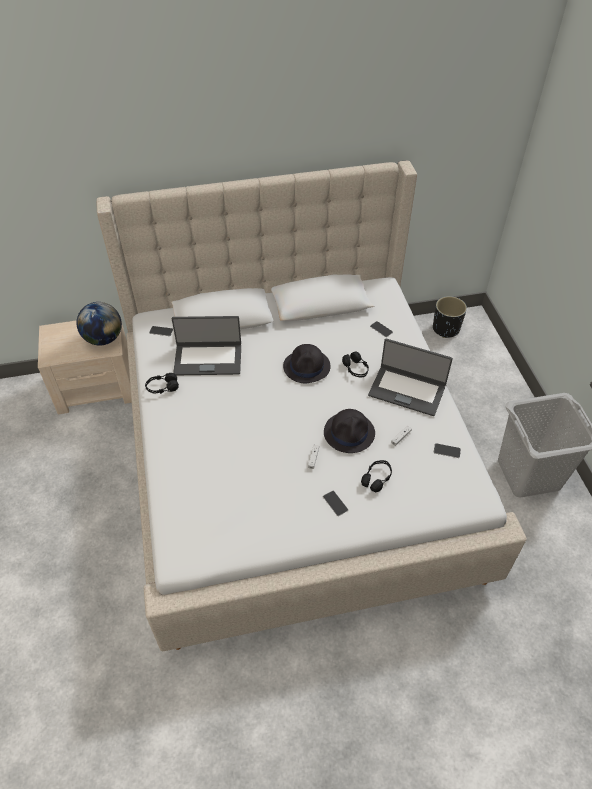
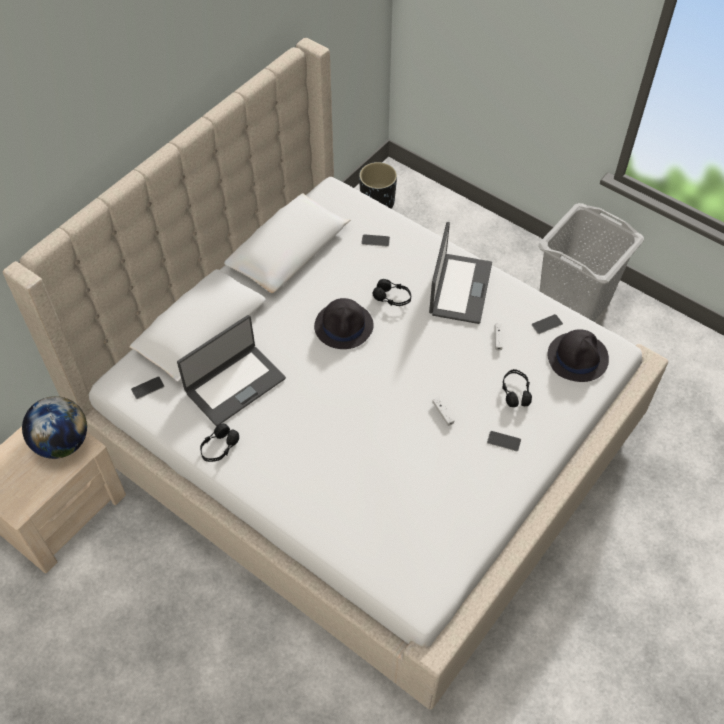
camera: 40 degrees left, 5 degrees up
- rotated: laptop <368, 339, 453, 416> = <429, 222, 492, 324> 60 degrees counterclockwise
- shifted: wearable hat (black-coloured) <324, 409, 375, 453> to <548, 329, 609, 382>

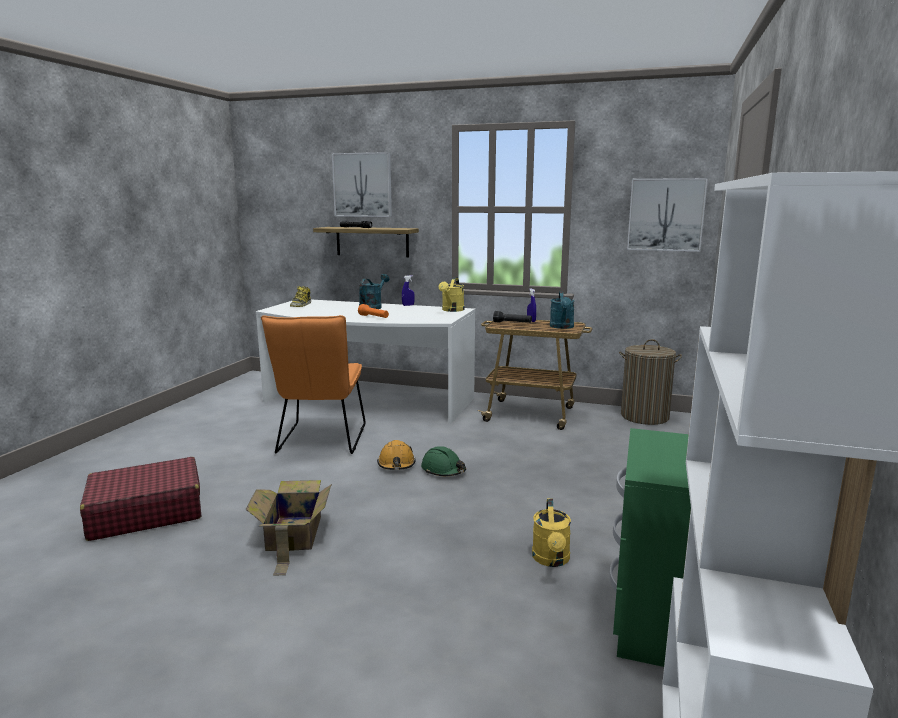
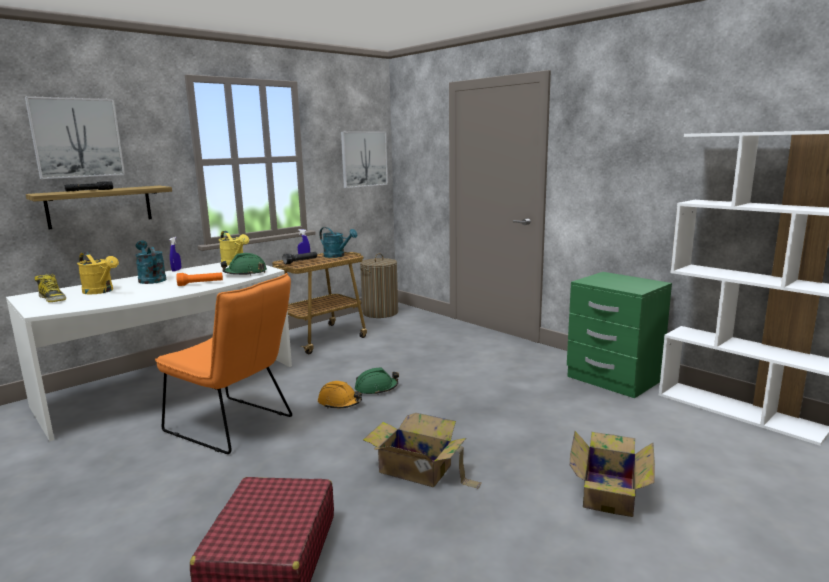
camera: 60 degrees left, 0 degrees up
- shifted: sprinkling can (yellow-coloured) <532, 498, 571, 567> to <77, 252, 119, 294>
- new: hard hat (greenish) <220, 253, 267, 275>
- new: cardboard box <570, 431, 655, 517>

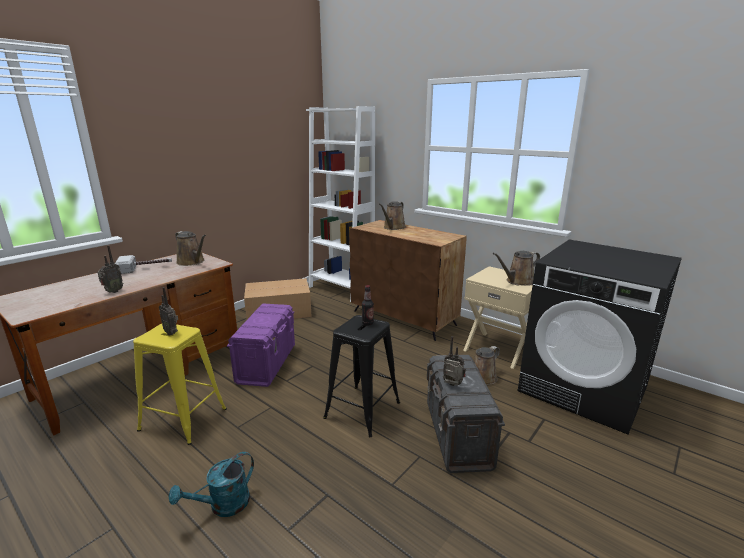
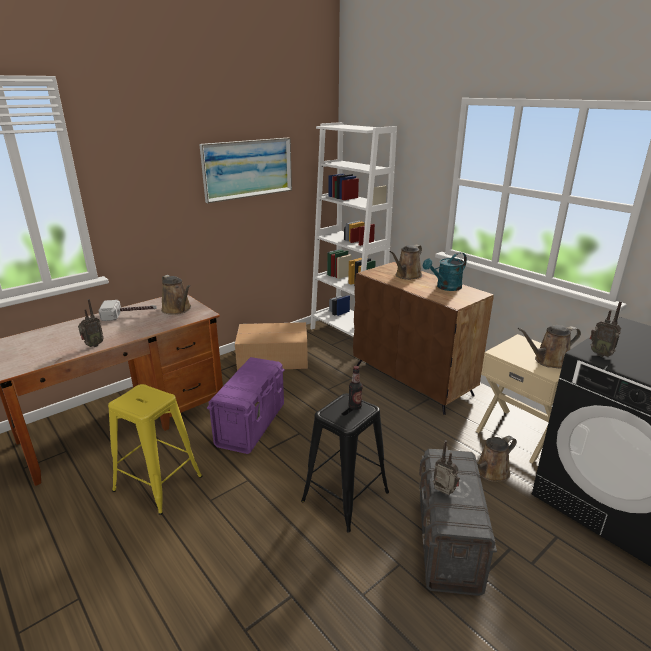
camera: 10 degrees right, 5 degrees up
- shifted: radio receiver <159, 287, 178, 336> to <589, 301, 622, 357>
- shifted: sprinkling can (blue-green) <169, 452, 254, 517> to <423, 252, 467, 291>
- new: picture <199, 138, 292, 203>

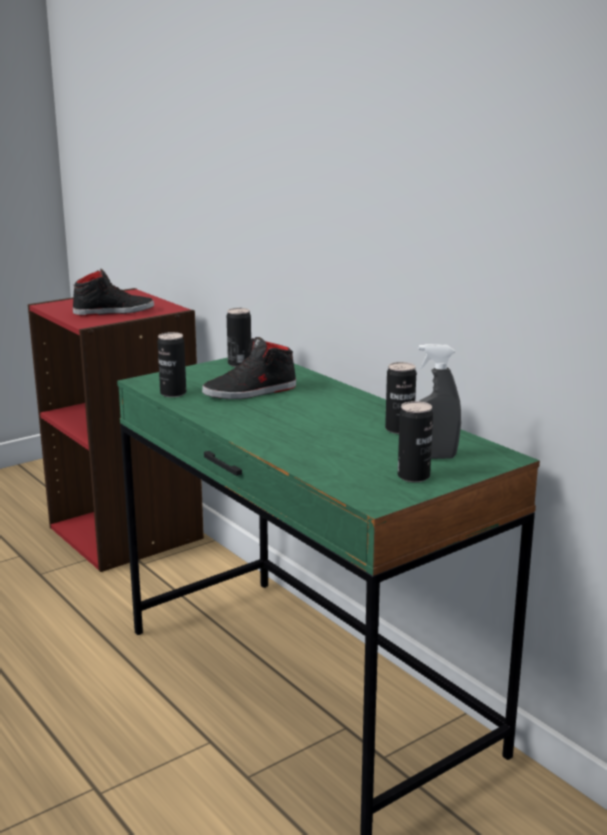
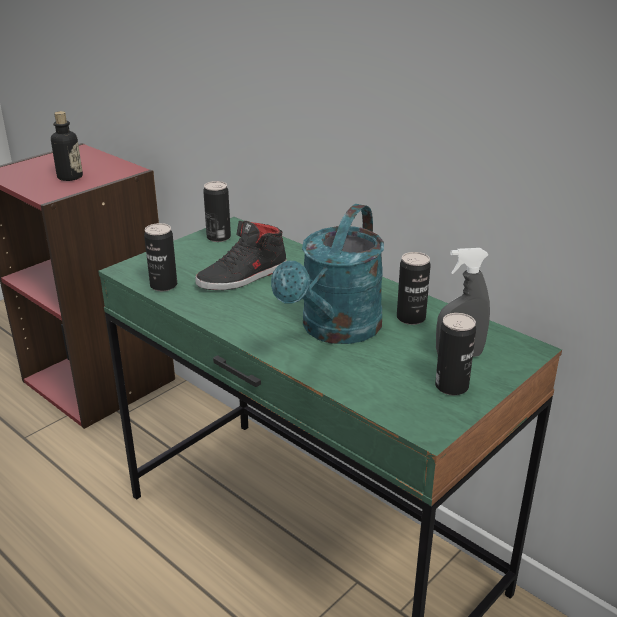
camera: 10 degrees left, 10 degrees up
- swapped: shoe (black-coloured) <73, 269, 154, 316> to beverage bottle <51, 111, 83, 181>
- new: sprinkling can (blue-green) <271, 204, 384, 344>

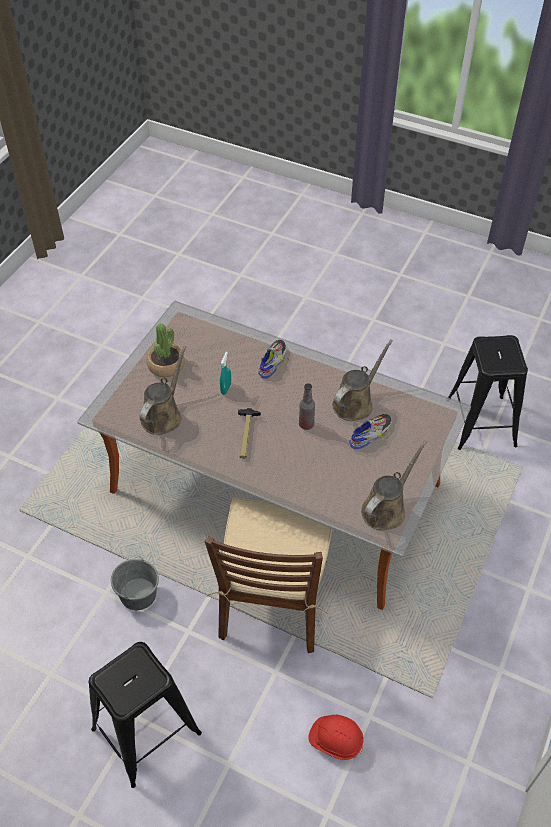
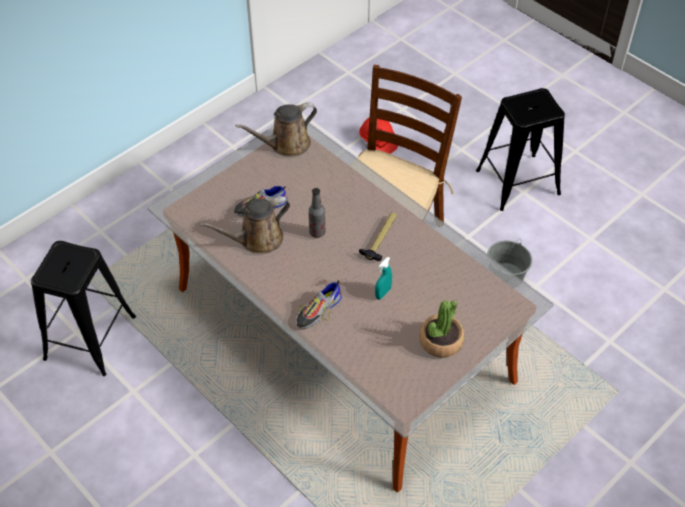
camera: 160 degrees left, 0 degrees up
- gone: sprinkling can (brown) <139, 346, 186, 435>

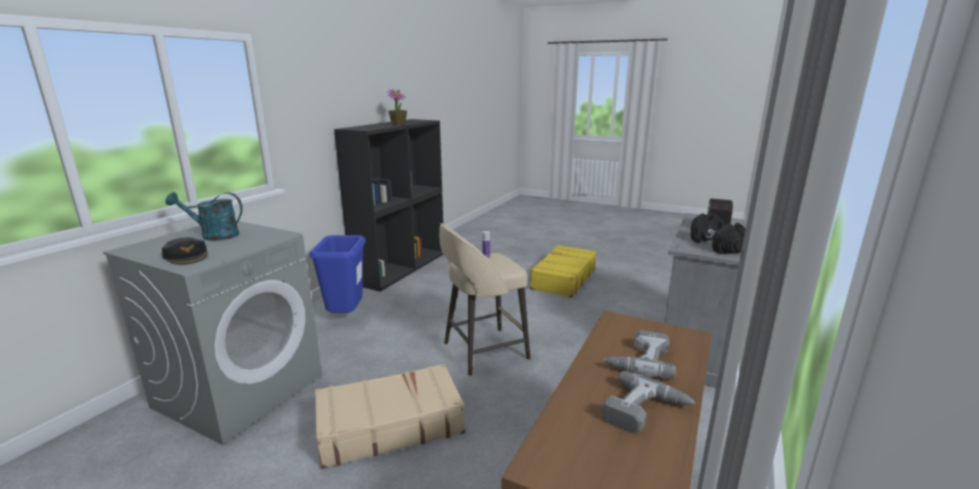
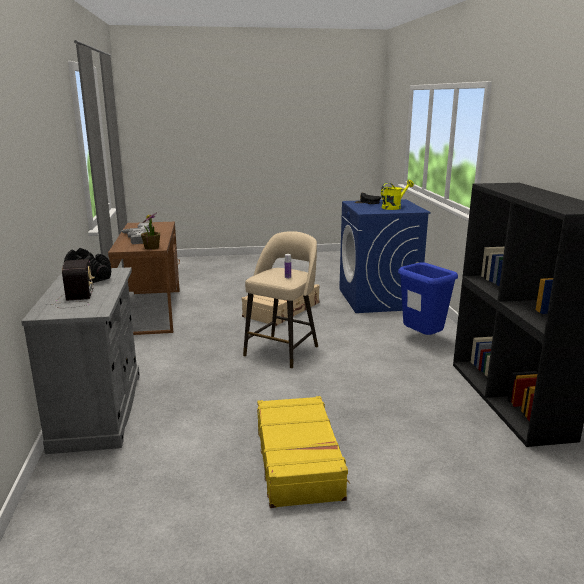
camera: 145 degrees right, 0 degrees up
- shifted: potted plant <387, 89, 407, 125> to <141, 213, 160, 250>
- repainted: sprinkling can (blue-green) <166, 192, 243, 241> to sprinkling can (yellow-coloured) <381, 180, 414, 210>
- repainted: laundry machine (gray) <103, 221, 322, 445> to laundry machine (bluish) <339, 199, 431, 313>

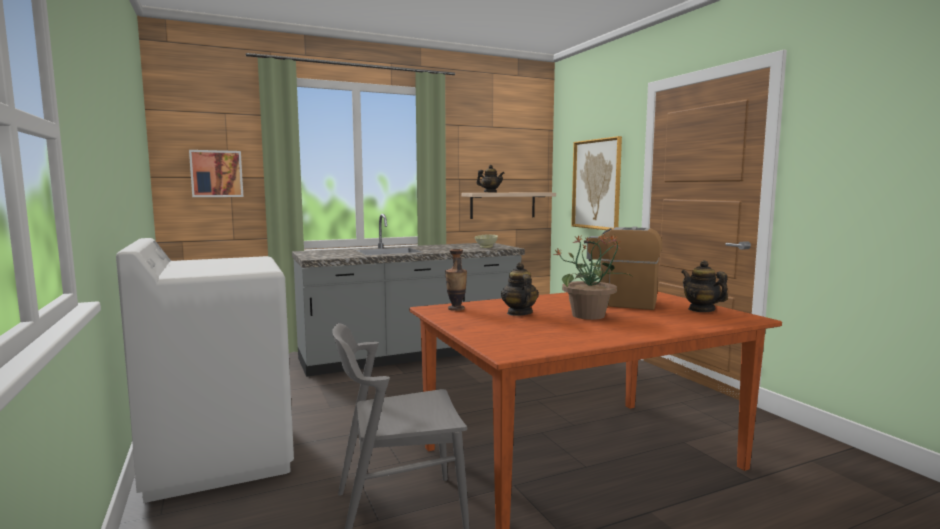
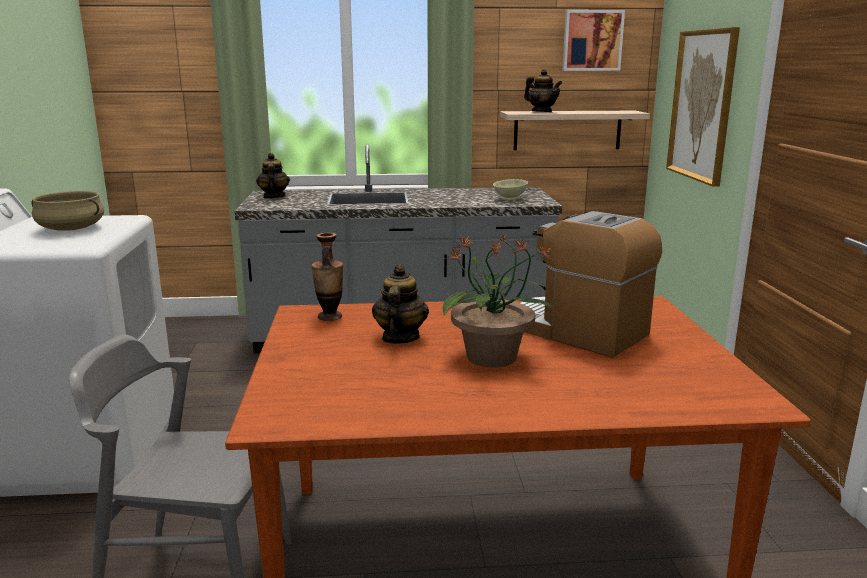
camera: 20 degrees right, 10 degrees up
- shifted: picture <189, 150, 243, 197> to <562, 10, 625, 71>
- shifted: tea pot <681, 260, 728, 312> to <256, 153, 290, 198>
- new: cooking pot (beige-coloured) <31, 191, 104, 231>

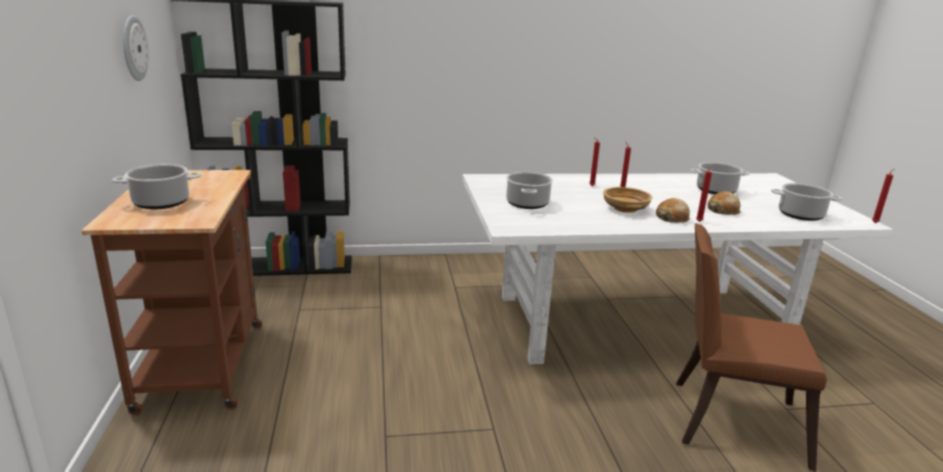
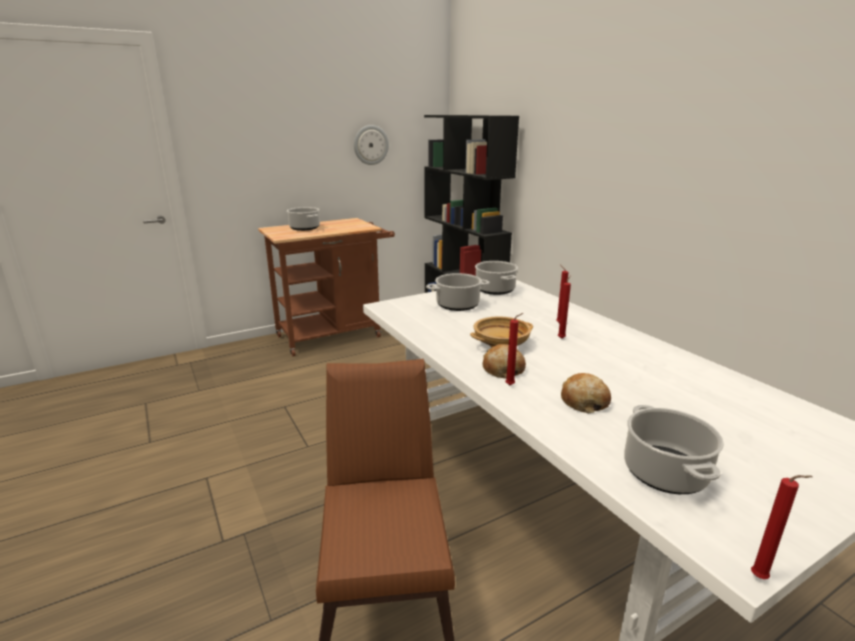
camera: 70 degrees right, 0 degrees up
- shifted: cooking pot <690, 162, 750, 195> to <475, 261, 518, 295>

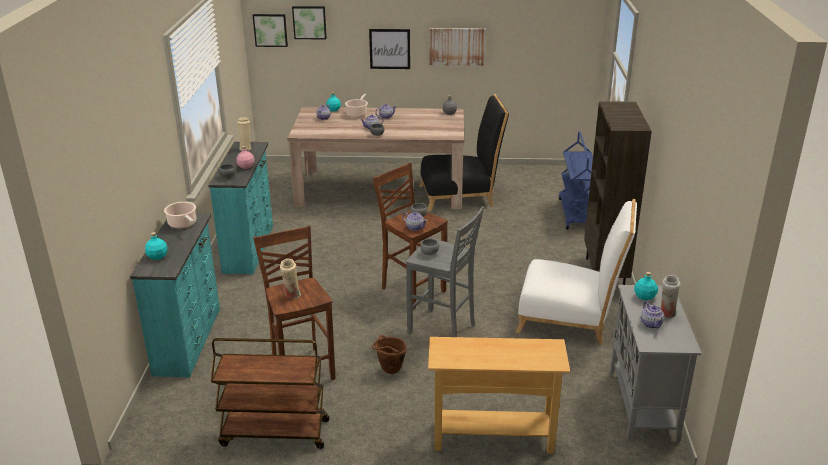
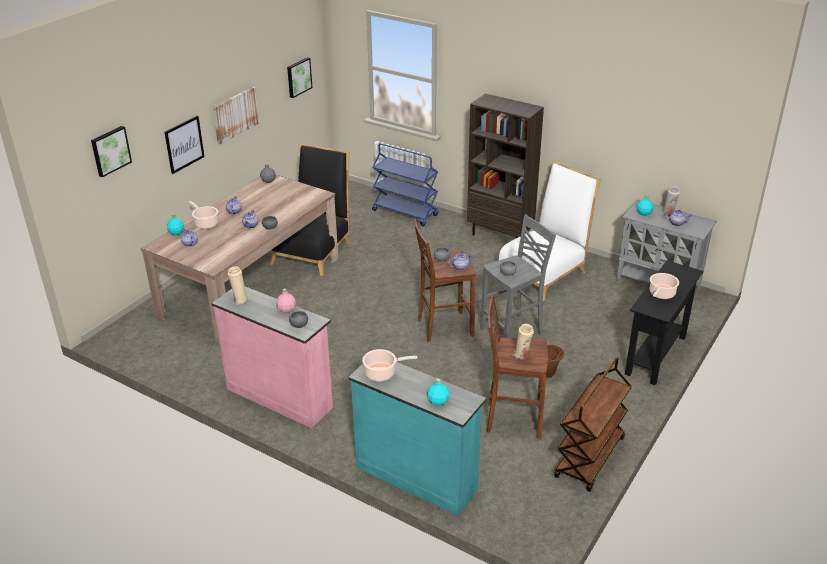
camera: 60 degrees left, 5 degrees up
- shifted: picture <253, 14, 288, 47> to <287, 57, 312, 98>
- repainted: chest of drawers (blue-green) <208, 142, 273, 274> to chest of drawers (pinkish) <211, 287, 333, 428>
- repainted: narrow table (beige-coloured) <428, 337, 570, 454> to narrow table (black-coloured) <625, 260, 703, 385>
- new: cooking pot <650, 273, 679, 299>

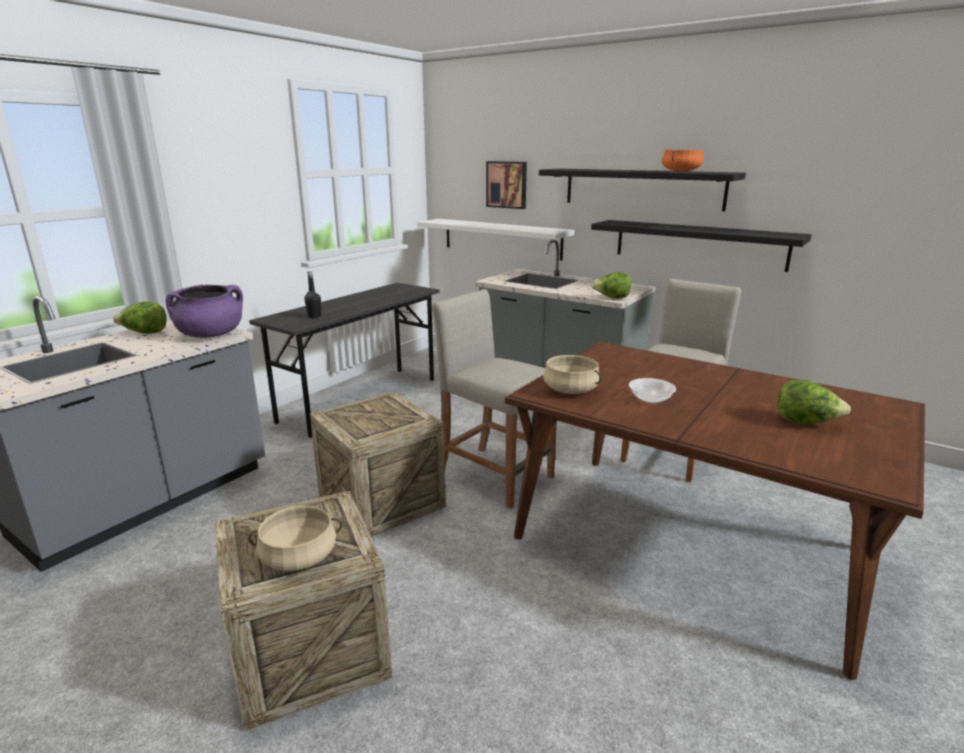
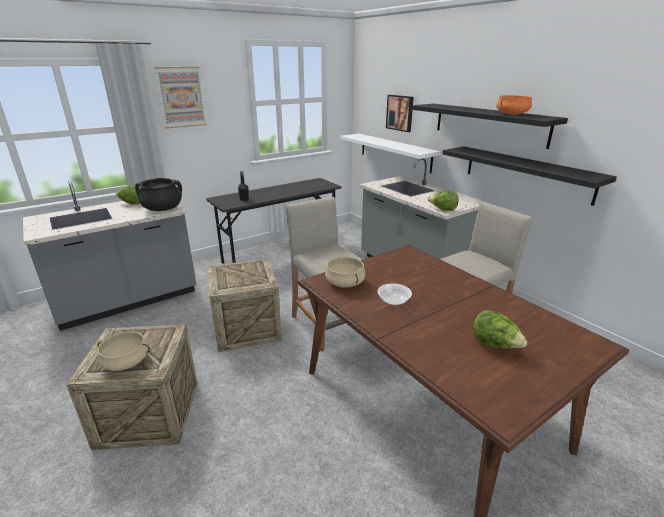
camera: 20 degrees right, 5 degrees up
- repainted: cooking pot (purple-coloured) <166, 285, 243, 338> to cooking pot (black-coloured) <135, 178, 182, 211>
- new: picture <155, 67, 207, 129>

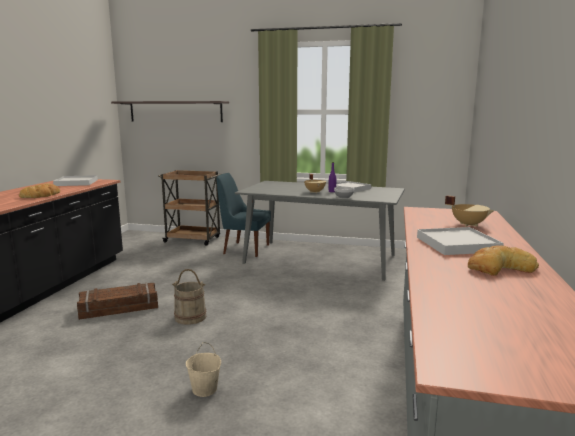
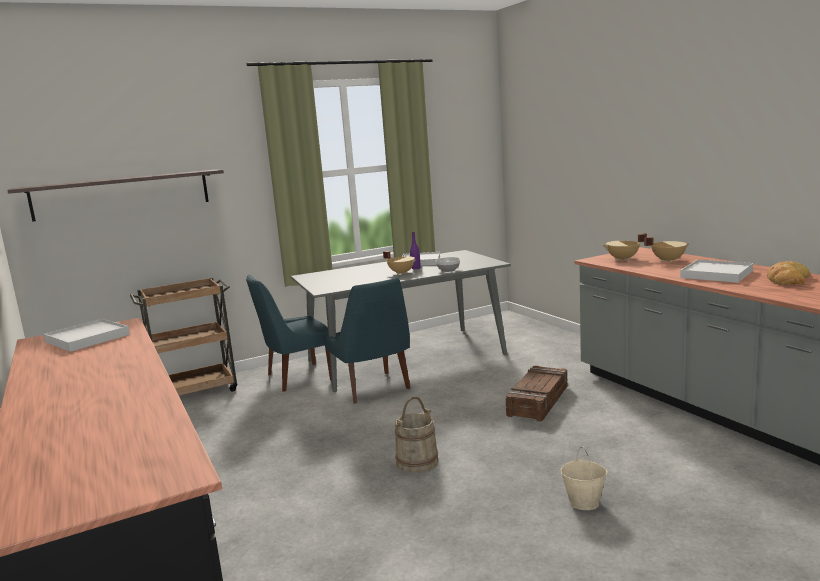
camera: 40 degrees left, 0 degrees up
- gone: bread <19, 183, 60, 198>
- shifted: packing crate <77, 283, 158, 320> to <506, 366, 567, 421>
- new: cooking pot (beige-coloured) <603, 233, 647, 261>
- new: chair (bluish) <323, 278, 410, 404>

